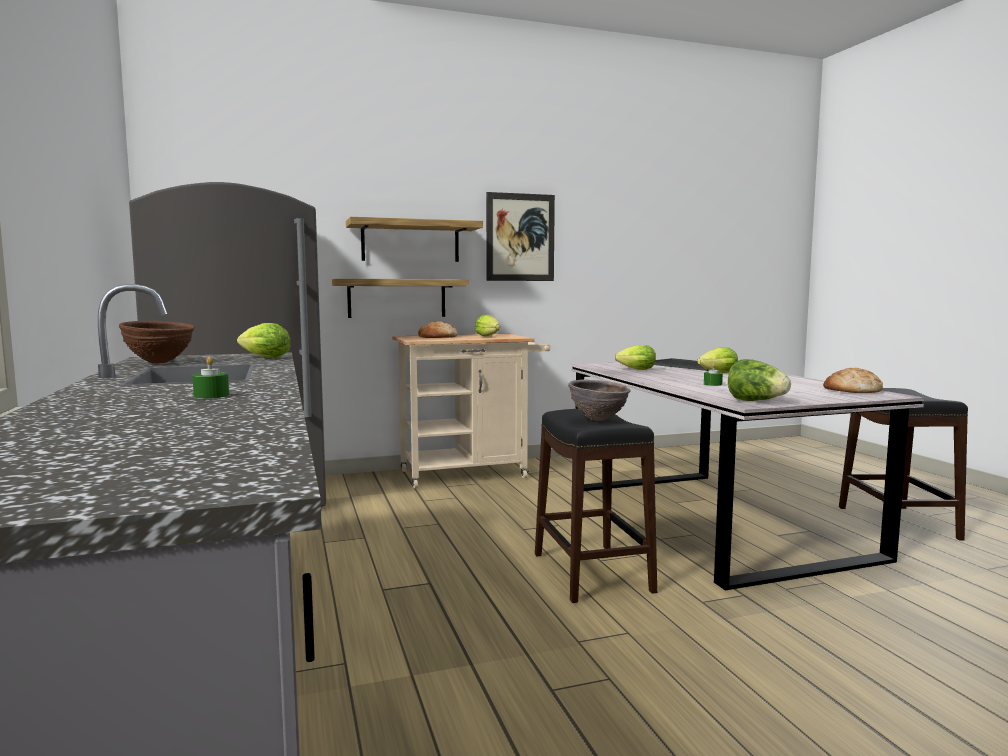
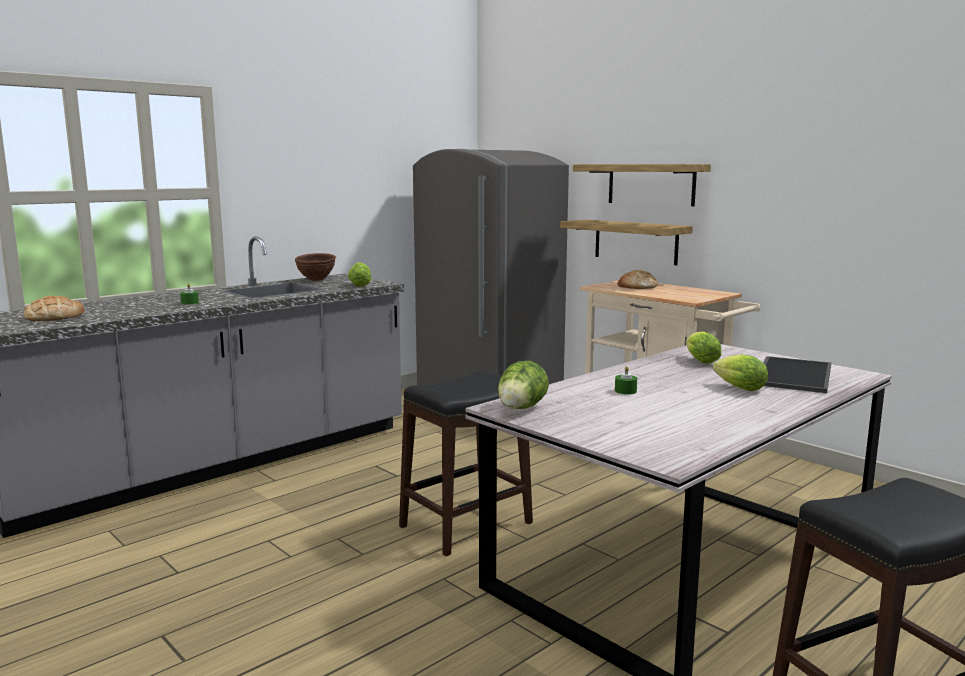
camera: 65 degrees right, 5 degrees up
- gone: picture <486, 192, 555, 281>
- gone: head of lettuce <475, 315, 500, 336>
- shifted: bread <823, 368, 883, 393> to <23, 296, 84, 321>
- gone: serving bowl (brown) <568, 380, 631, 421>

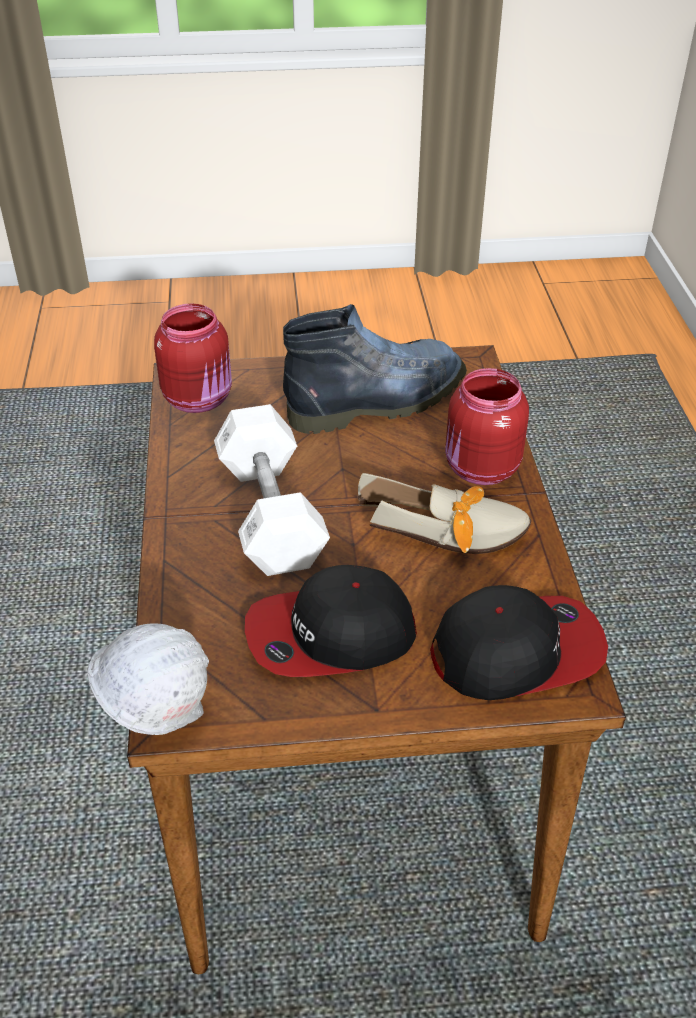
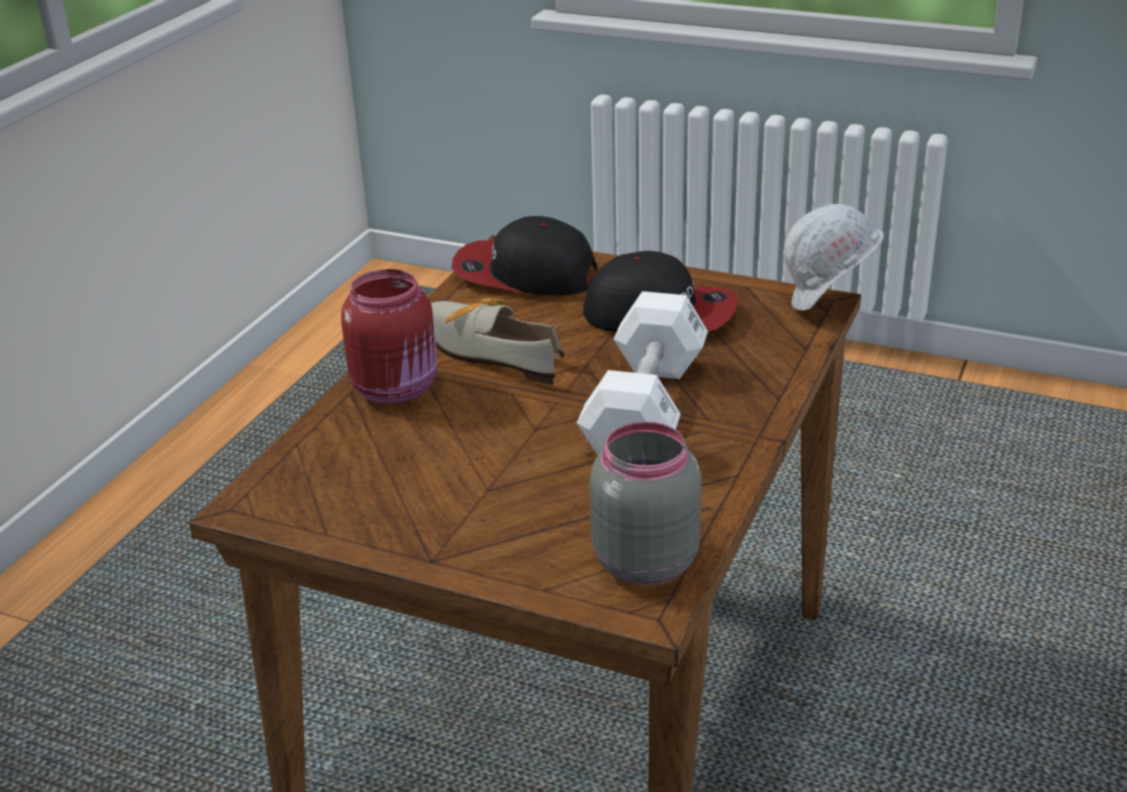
camera: 150 degrees left, 10 degrees down
- repainted: jar (reddish) <154, 304, 232, 413> to jar (gray) <590, 422, 702, 586>
- gone: tall boot <283, 304, 467, 434>

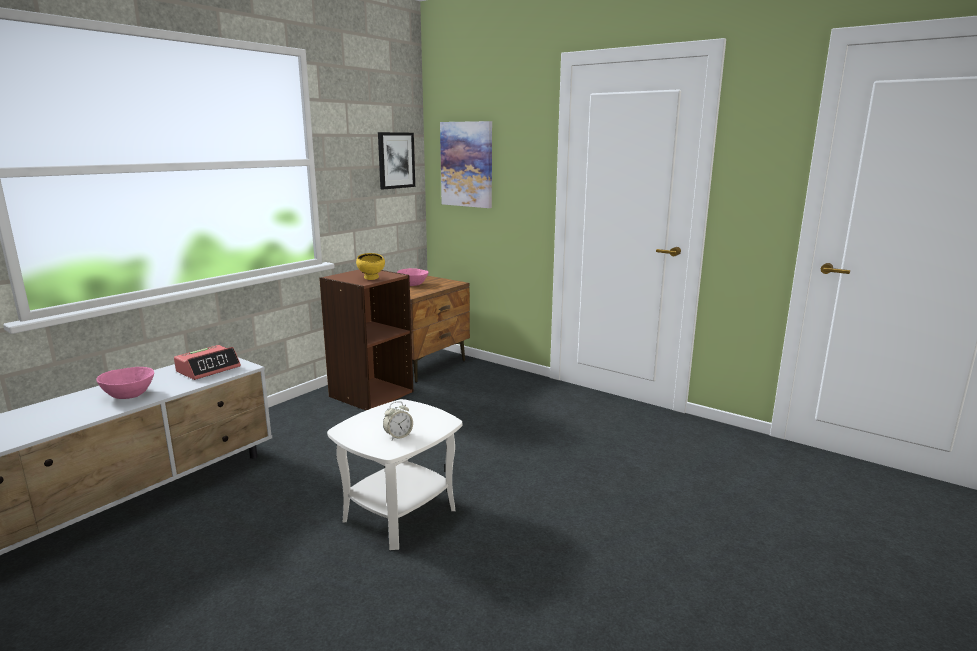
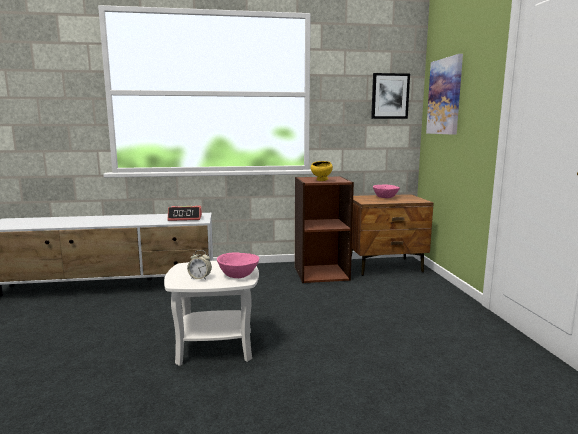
camera: 45 degrees right, 5 degrees down
- shifted: serving bowl (pinkish) <96, 367, 154, 399> to <217, 252, 259, 278>

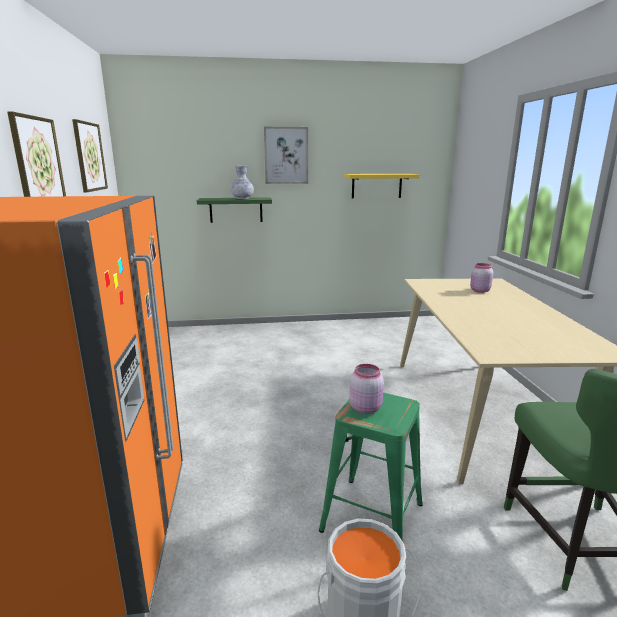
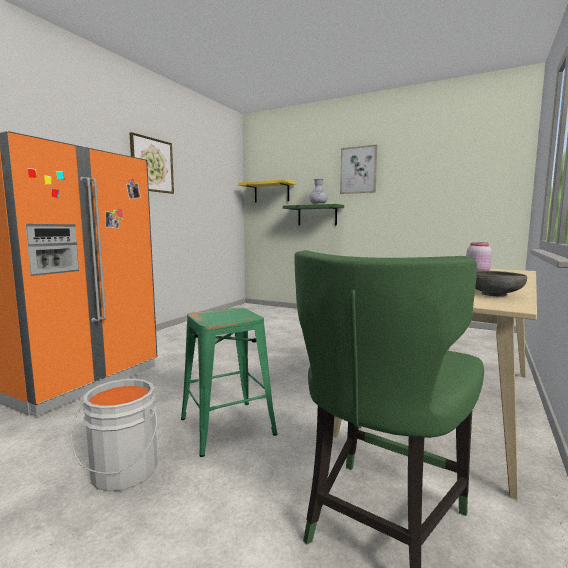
camera: 35 degrees right, 10 degrees down
- gone: picture <72, 119, 108, 192>
- shifted: bracket shelf (yellow-coloured) <344, 174, 420, 199> to <238, 179, 296, 203>
- gone: jar (pinkish) <350, 364, 384, 414>
- new: serving bowl (gray) <475, 270, 527, 297>

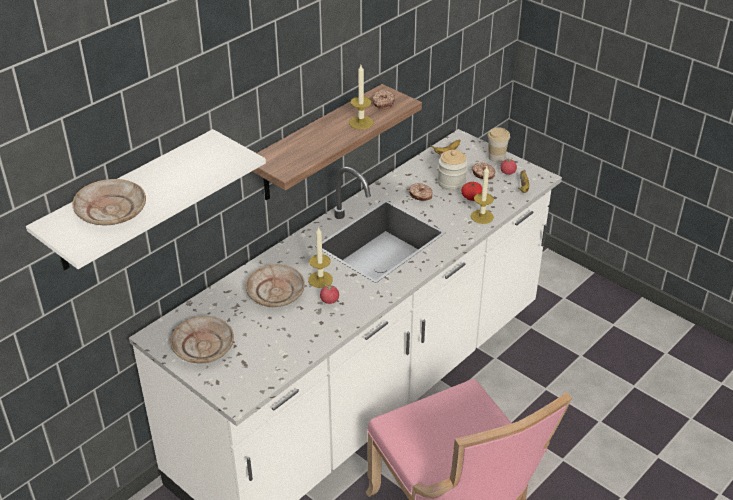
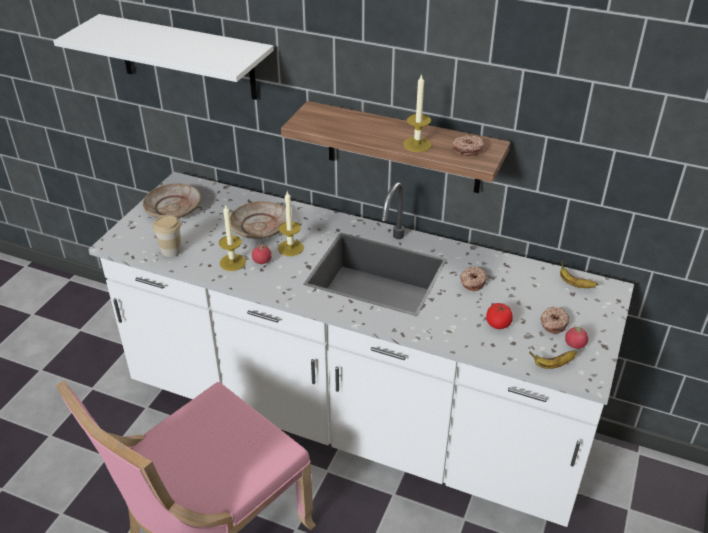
camera: 70 degrees right, 0 degrees up
- shifted: cup <487, 127, 510, 162> to <153, 215, 182, 257>
- gone: jar <438, 150, 468, 191>
- shifted: wax light <471, 167, 494, 224> to <219, 204, 246, 271>
- gone: flat dish (beige-coloured) <72, 179, 146, 225>

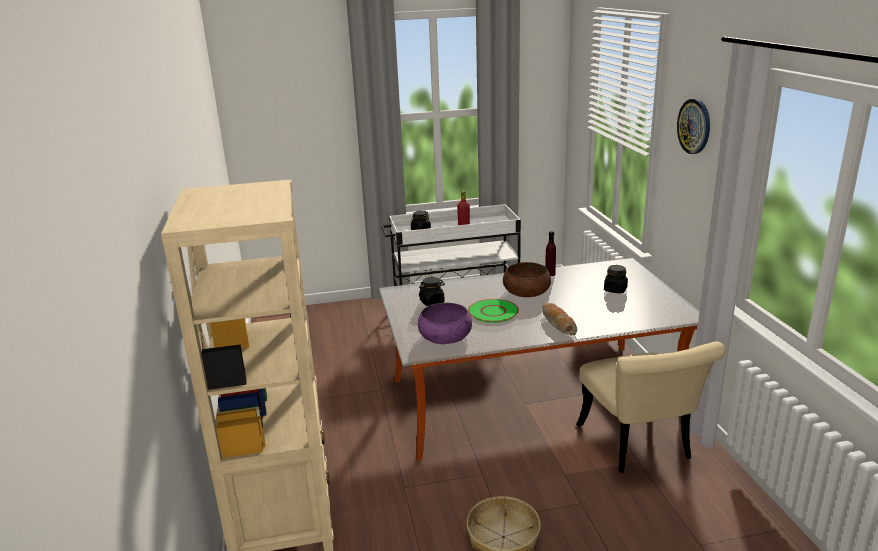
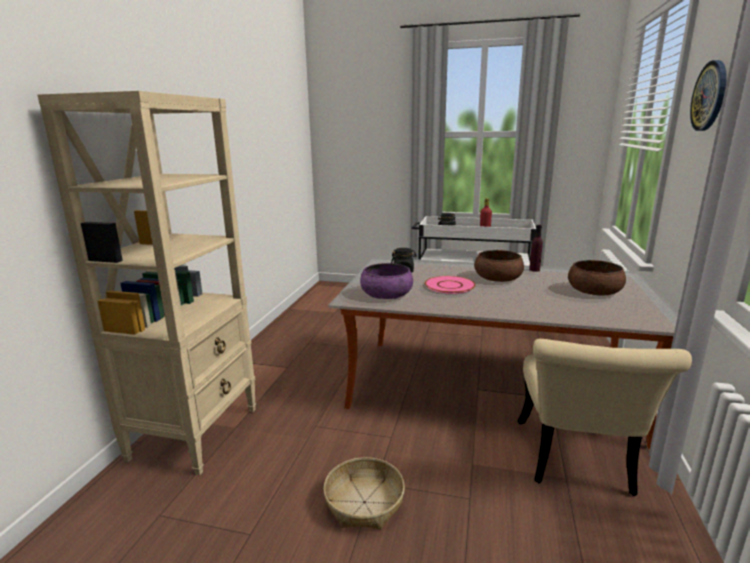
camera: 25 degrees right, 5 degrees down
- swapped: jar (black-coloured) <604, 265, 628, 293> to serving bowl (brown) <568, 260, 626, 296>
- repainted: flat dish (greenish) <468, 299, 519, 323> to flat dish (pinkish) <425, 276, 476, 294>
- gone: bread <542, 303, 577, 335>

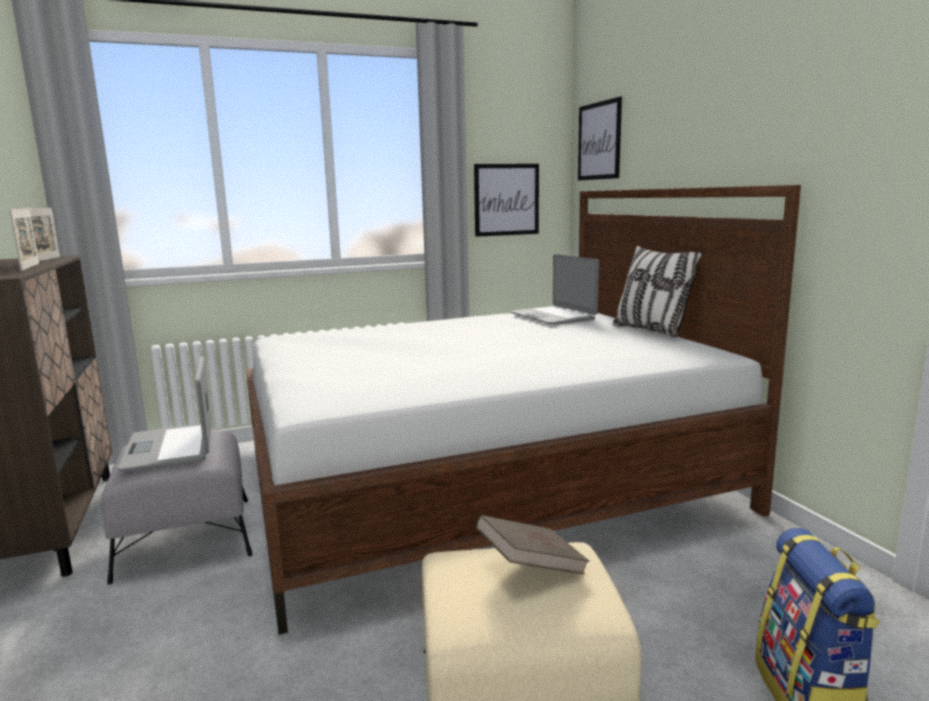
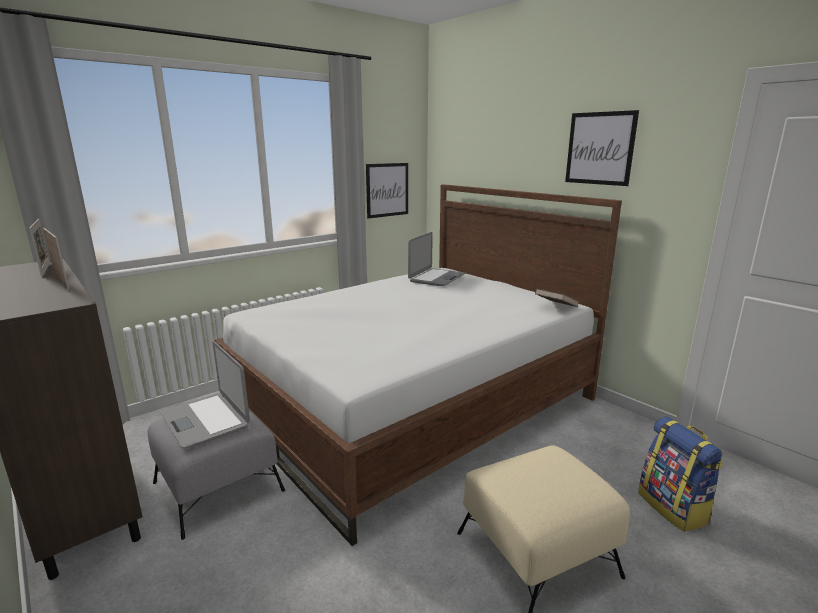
camera: 20 degrees left, 5 degrees up
- shifted: picture <578, 97, 622, 180> to <565, 110, 639, 186>
- gone: cushion <613, 246, 703, 338>
- rotated: laptop <510, 254, 599, 325> = <408, 232, 465, 286> 105 degrees counterclockwise
- shifted: bound book (brown) <476, 515, 590, 574> to <535, 289, 579, 307>

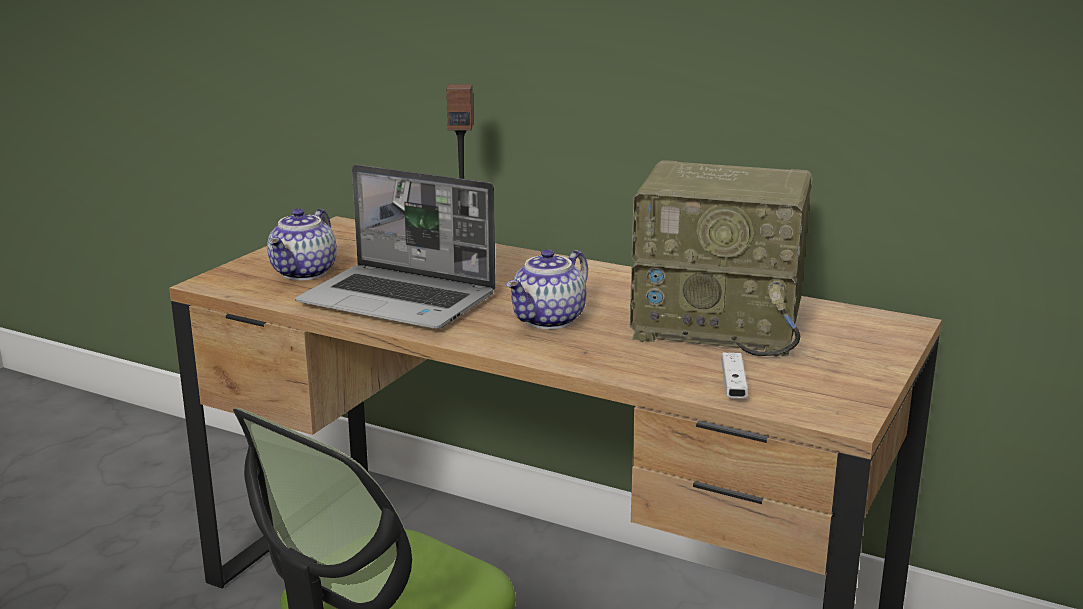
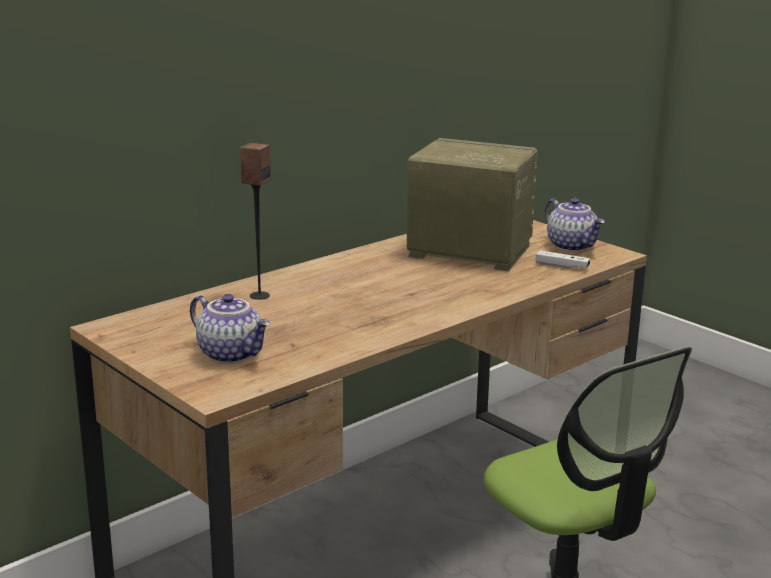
camera: 70 degrees left, 0 degrees up
- rotated: radio receiver <630, 160, 813, 357> = <407, 138, 538, 271> 105 degrees counterclockwise
- gone: laptop <295, 165, 496, 329>
- shifted: tea pot <506, 249, 588, 329> to <545, 198, 605, 252>

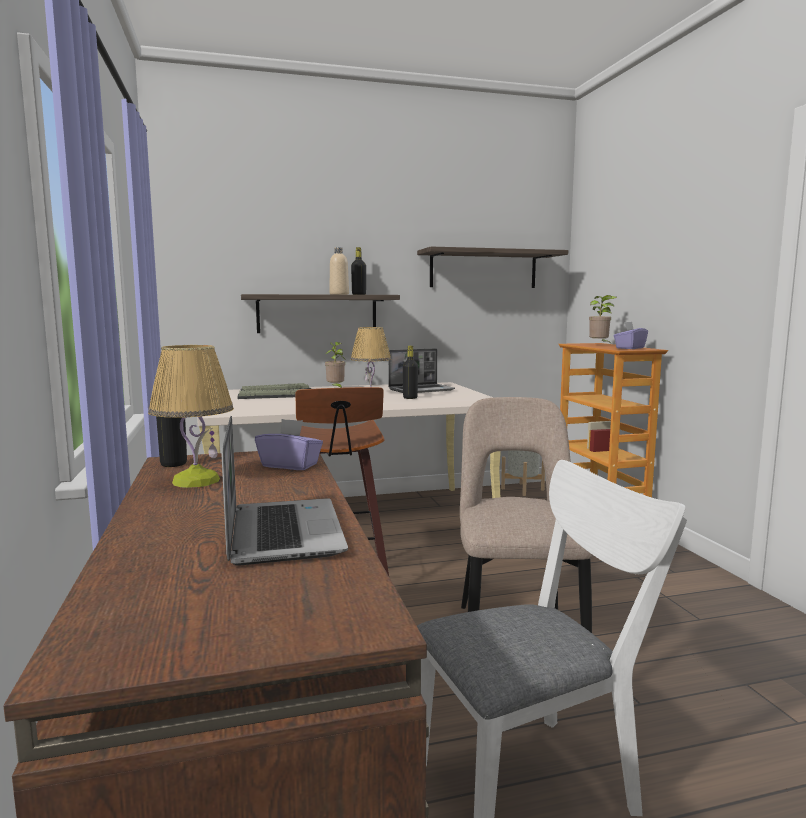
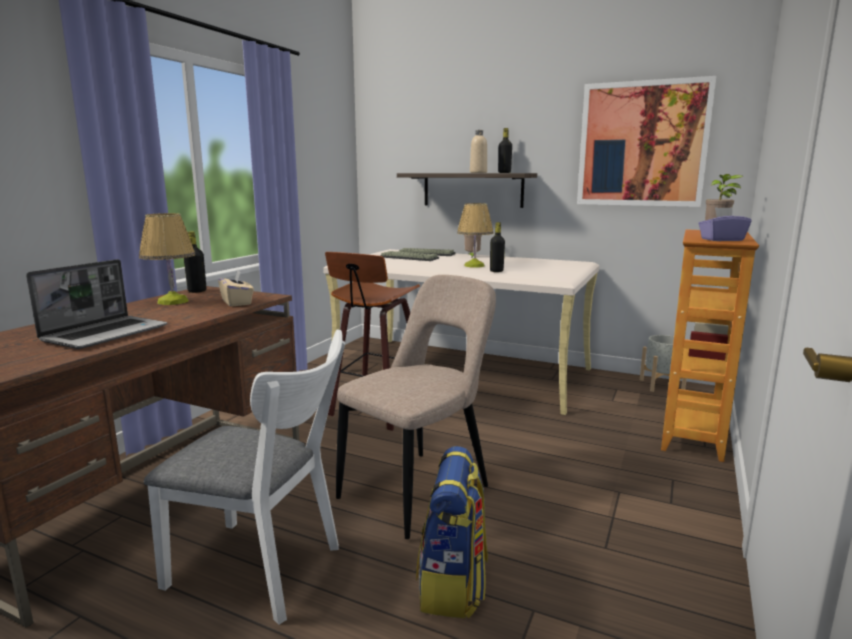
camera: 40 degrees right, 5 degrees up
- swapped: bracket shelf <417, 247, 568, 288> to picture <577, 76, 716, 207>
- gone: laptop <388, 348, 455, 393>
- repainted: tissue holder (purple-coloured) <255, 419, 323, 470> to tissue holder (beige-coloured) <218, 270, 254, 307>
- new: knapsack <416, 446, 488, 619>

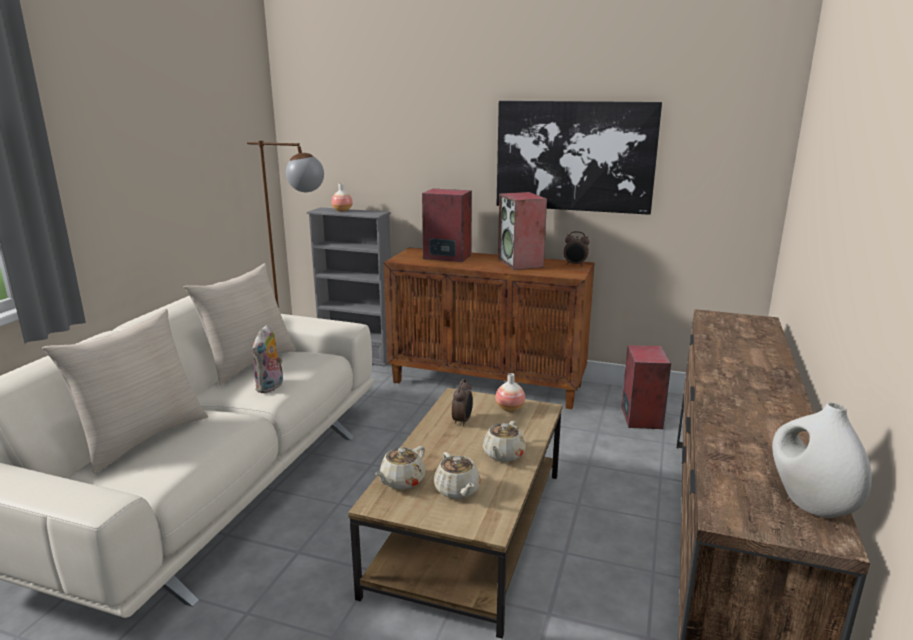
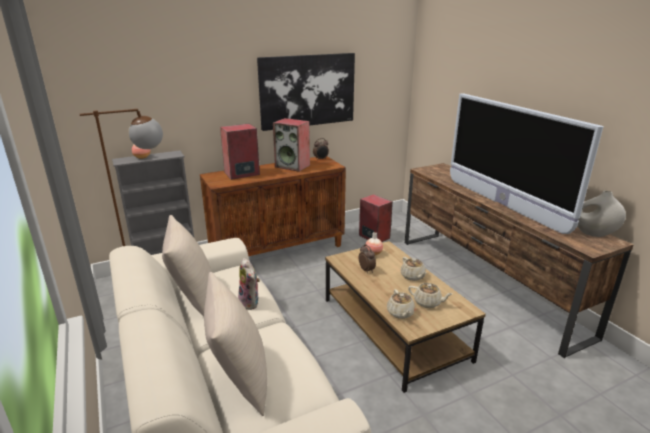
camera: 45 degrees left, 5 degrees up
- new: TV set <450, 93, 604, 234>

